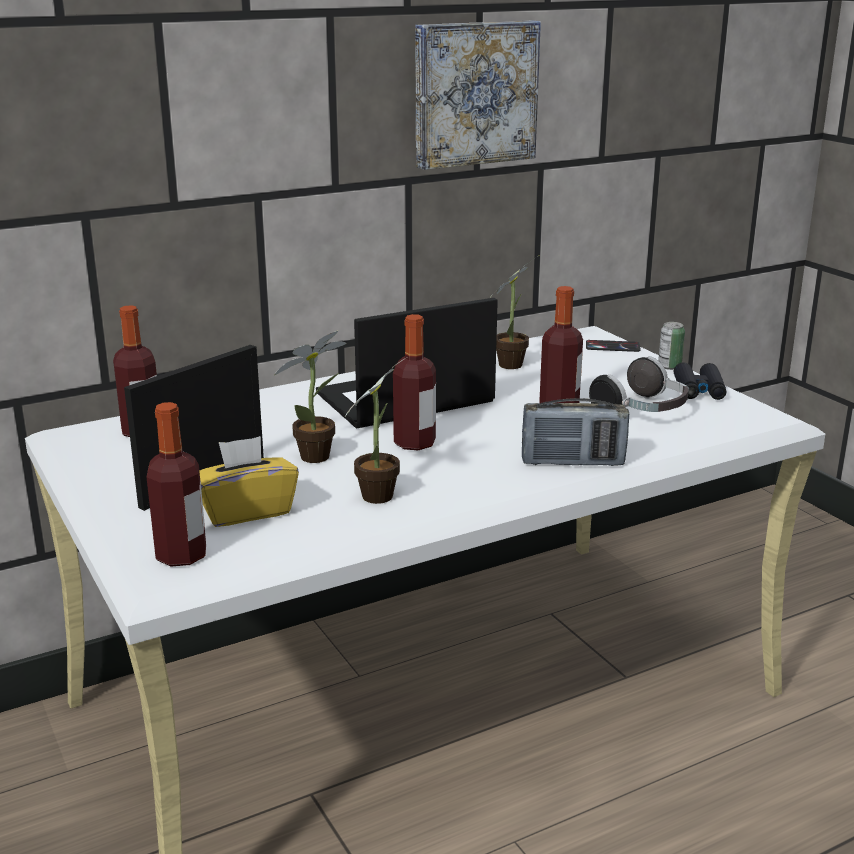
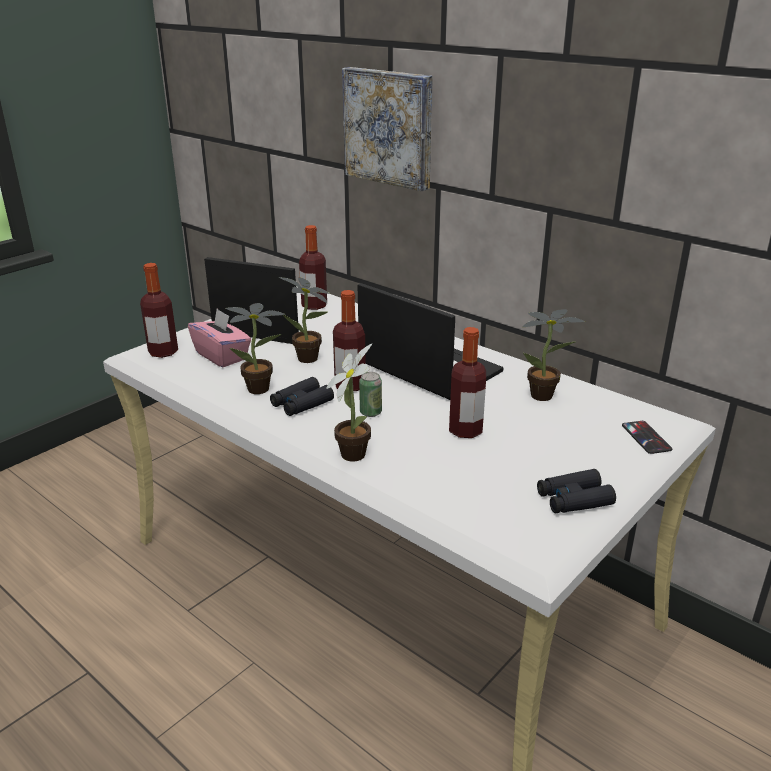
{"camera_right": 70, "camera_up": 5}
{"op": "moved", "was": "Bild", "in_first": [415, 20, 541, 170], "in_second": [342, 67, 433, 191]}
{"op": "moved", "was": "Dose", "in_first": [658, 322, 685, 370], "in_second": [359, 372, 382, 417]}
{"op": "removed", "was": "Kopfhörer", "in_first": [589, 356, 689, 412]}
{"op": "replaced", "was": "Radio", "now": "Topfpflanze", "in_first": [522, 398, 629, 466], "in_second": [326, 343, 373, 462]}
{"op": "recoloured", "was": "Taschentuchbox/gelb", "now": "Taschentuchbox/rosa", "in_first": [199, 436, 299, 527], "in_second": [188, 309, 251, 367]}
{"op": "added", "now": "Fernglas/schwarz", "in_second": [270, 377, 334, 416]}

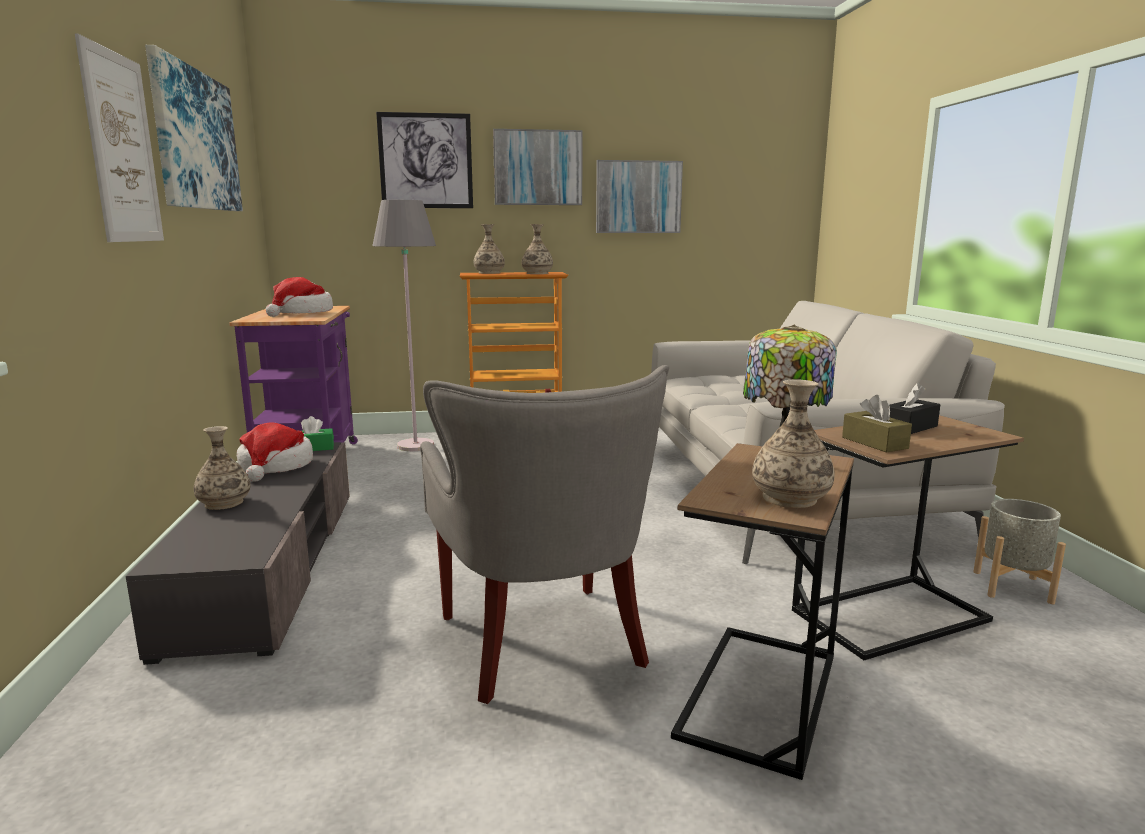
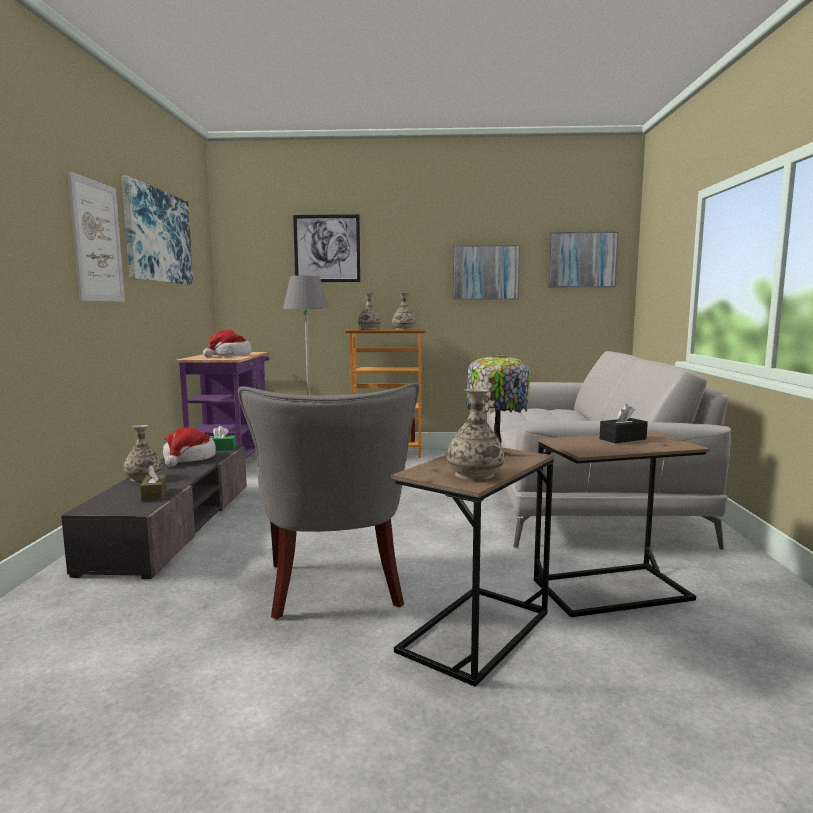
{"camera_right": 10, "camera_up": -5}
{"op": "moved", "was": "Bild", "in_first": [493, 129, 583, 205], "in_second": [548, 232, 619, 287]}
{"op": "moved", "was": "Taschentuchbox/braun", "in_first": [842, 395, 912, 452], "in_second": [140, 465, 167, 501]}
{"op": "removed", "was": "Pflanzkübel/grau", "in_first": [973, 499, 1066, 604]}

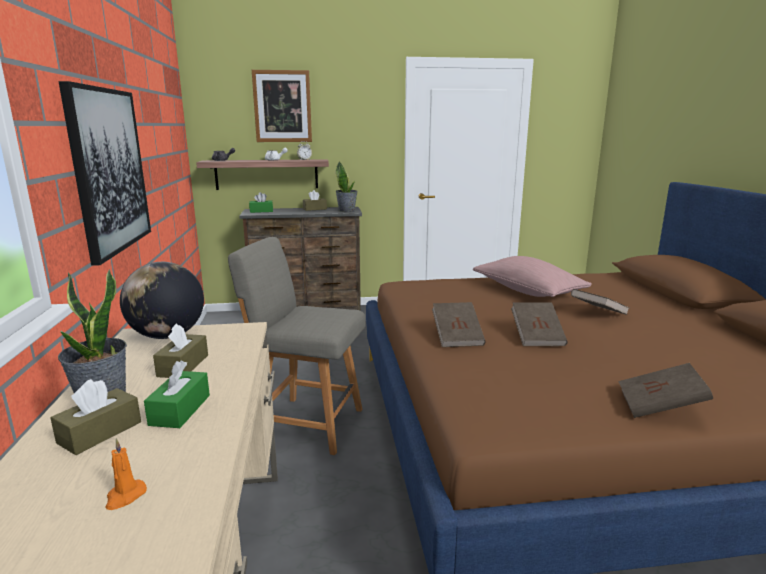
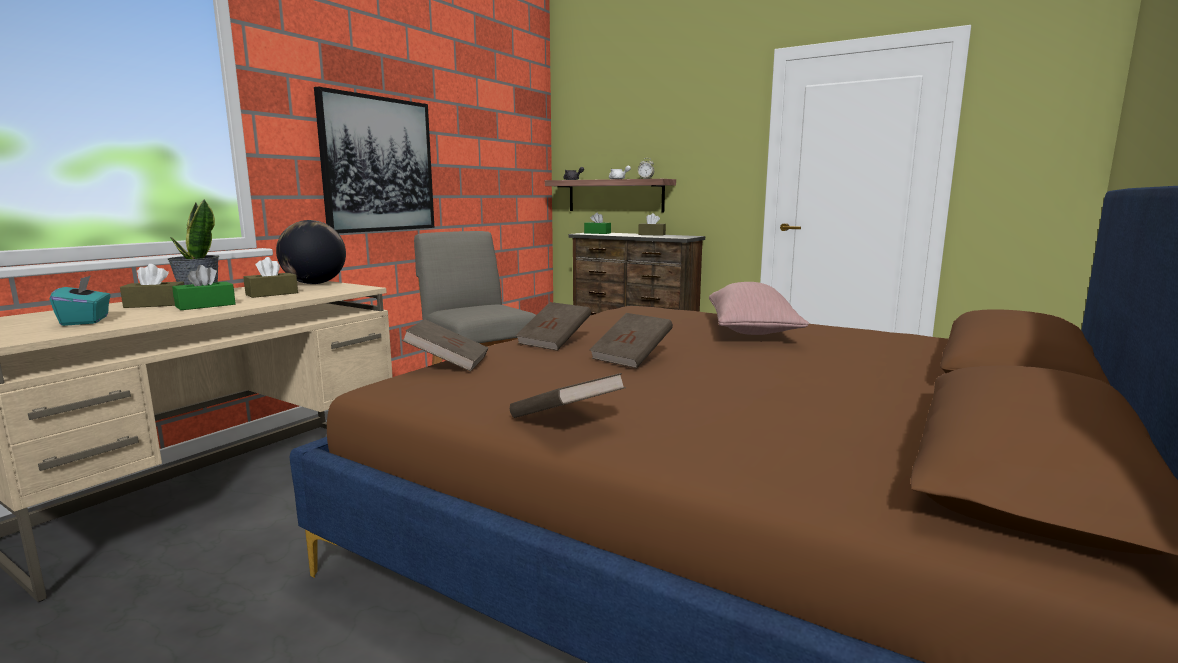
{"camera_right": 40, "camera_up": -5}
{"op": "removed", "was": "Bild", "in_first": [252, 70, 312, 142]}
{"op": "removed", "was": "Topfpflanze", "in_first": [336, 161, 358, 212]}
{"op": "moved", "was": "Buch/braun", "in_first": [571, 289, 629, 315], "in_second": [402, 319, 488, 371]}
{"op": "replaced", "was": "Kerze/orange", "now": "Taschentuchbox/türkis", "in_first": [105, 439, 147, 510], "in_second": [50, 275, 111, 326]}

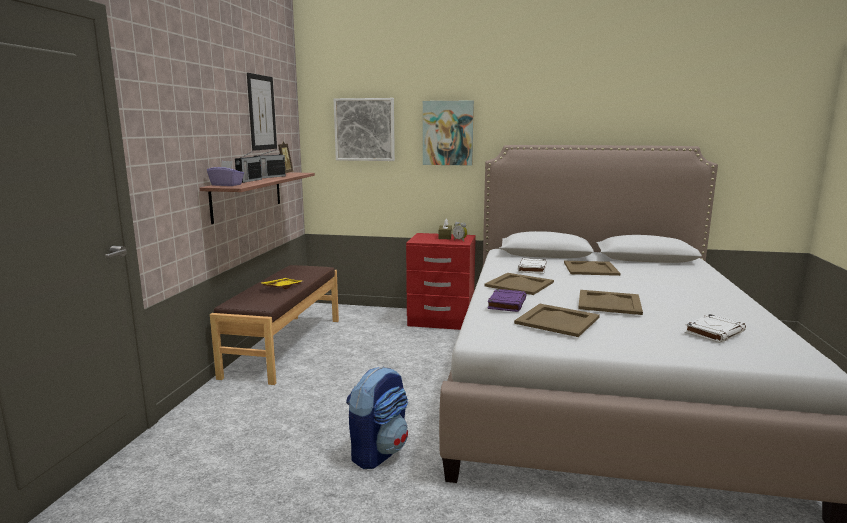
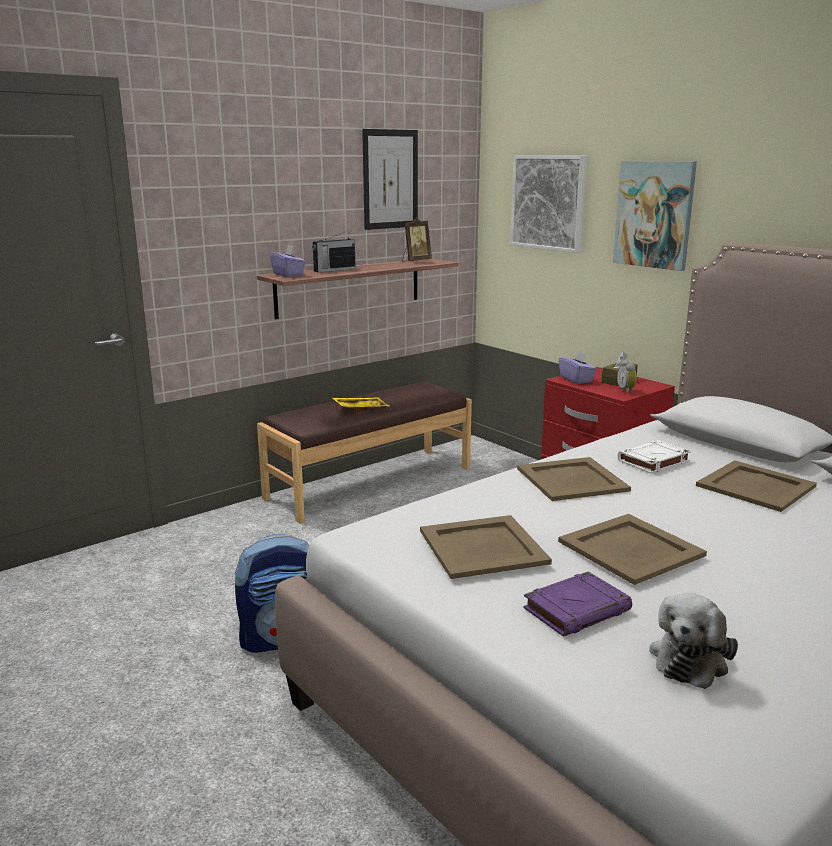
{"camera_right": 40, "camera_up": 5}
{"op": "removed", "was": "Radio", "in_first": [254, 149, 286, 178]}
{"op": "moved", "was": "Buch/lila", "in_first": [487, 289, 526, 312], "in_second": [524, 571, 632, 637]}
{"op": "replaced", "was": "Buch/weiß", "now": "Plüschtier", "in_first": [685, 314, 746, 343], "in_second": [649, 593, 738, 689]}
{"op": "added", "now": "Taschentuchbox/lila", "in_second": [559, 350, 597, 384]}

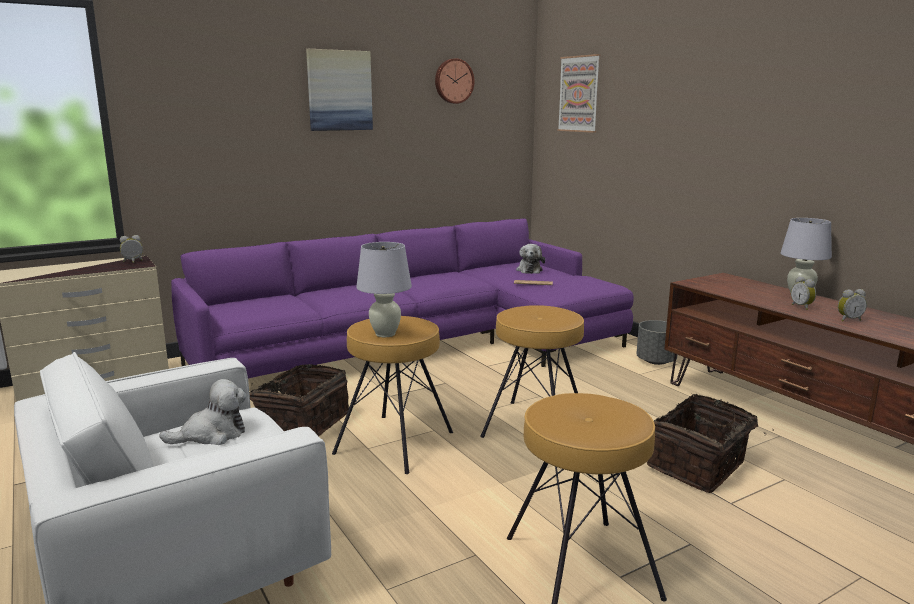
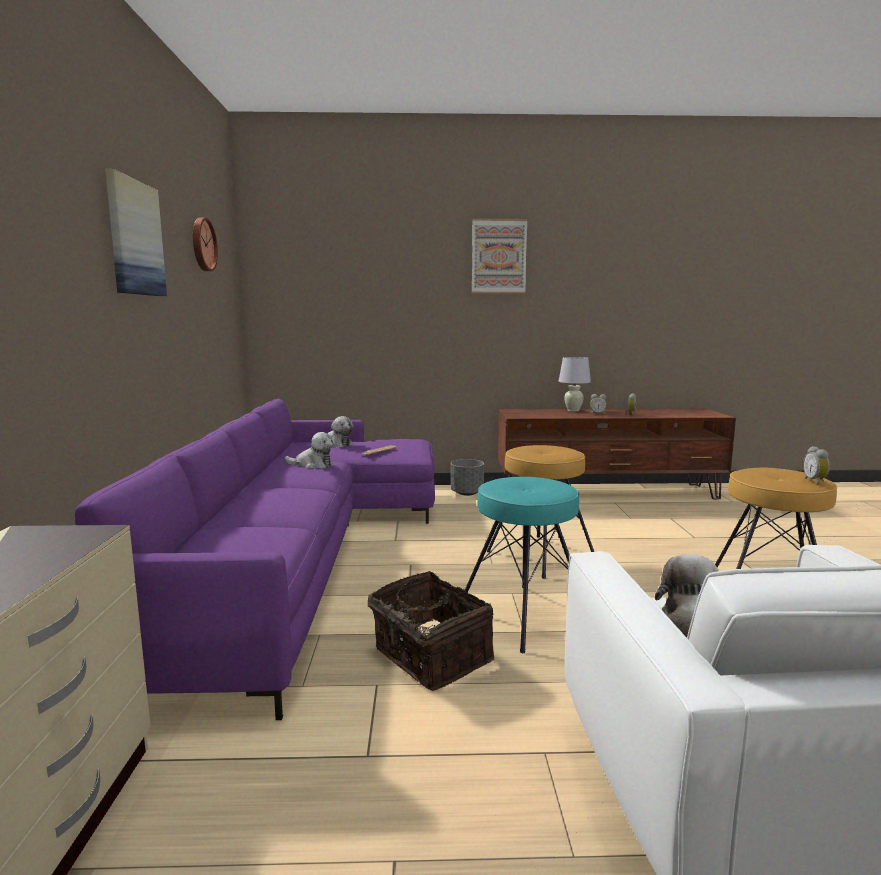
{"camera_right": -60, "camera_up": -5}
{"op": "moved", "was": "Bild", "in_first": [557, 54, 601, 133], "in_second": [472, 219, 527, 293]}
{"op": "moved", "was": "Wecker", "in_first": [120, 235, 143, 263], "in_second": [803, 446, 830, 484]}
{"op": "removed", "was": "Tischlampe/weiß", "in_first": [356, 242, 412, 337]}
{"op": "recoloured", "was": "Hocker/braun", "now": "Hocker/türkis", "in_first": [332, 316, 453, 474], "in_second": [465, 477, 579, 653]}
{"op": "removed", "was": "Korb", "in_first": [647, 394, 774, 493]}
{"op": "added", "now": "Plüschtier", "in_second": [285, 432, 333, 468]}

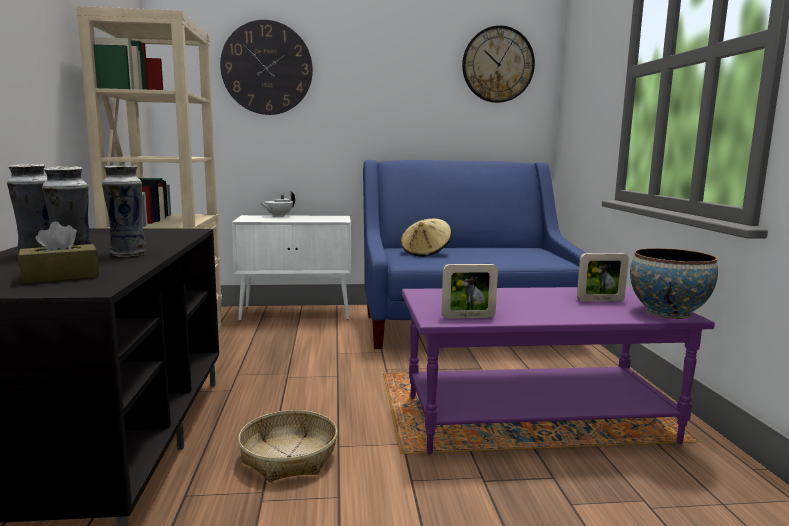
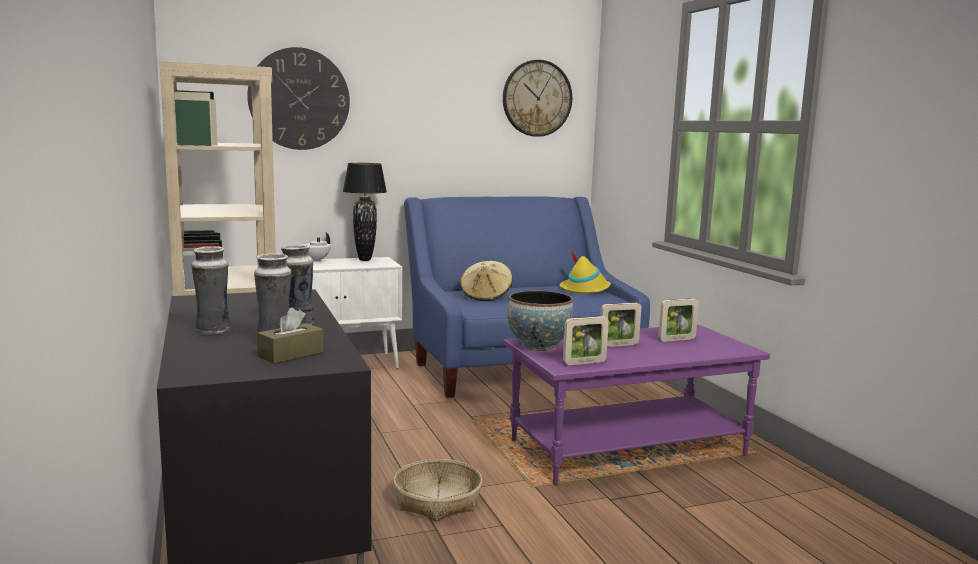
{"camera_right": -15, "camera_up": 0}
{"op": "moved", "was": "Schüssel", "in_first": [630, 248, 718, 319], "in_second": [507, 291, 574, 351]}
{"op": "added", "now": "Tischlampe/schwarz", "in_second": [343, 163, 387, 261]}
{"op": "added", "now": "Hut/gelb", "in_second": [560, 250, 611, 294]}
{"op": "added", "now": "Bilderrahmen", "in_second": [601, 302, 641, 347]}

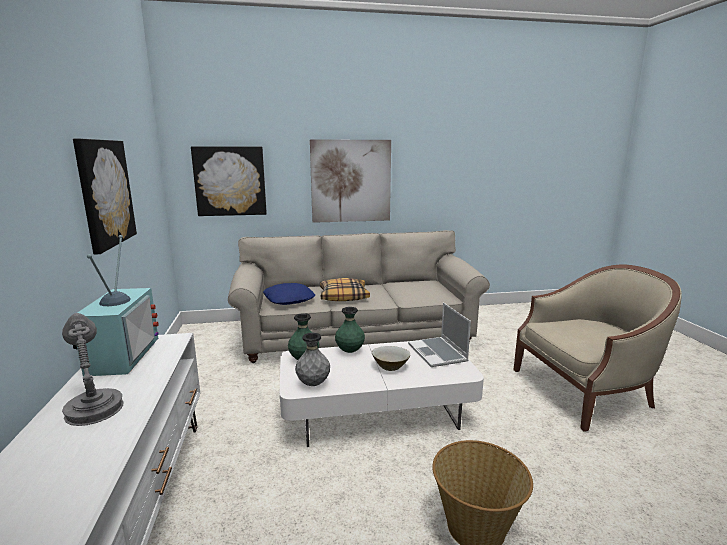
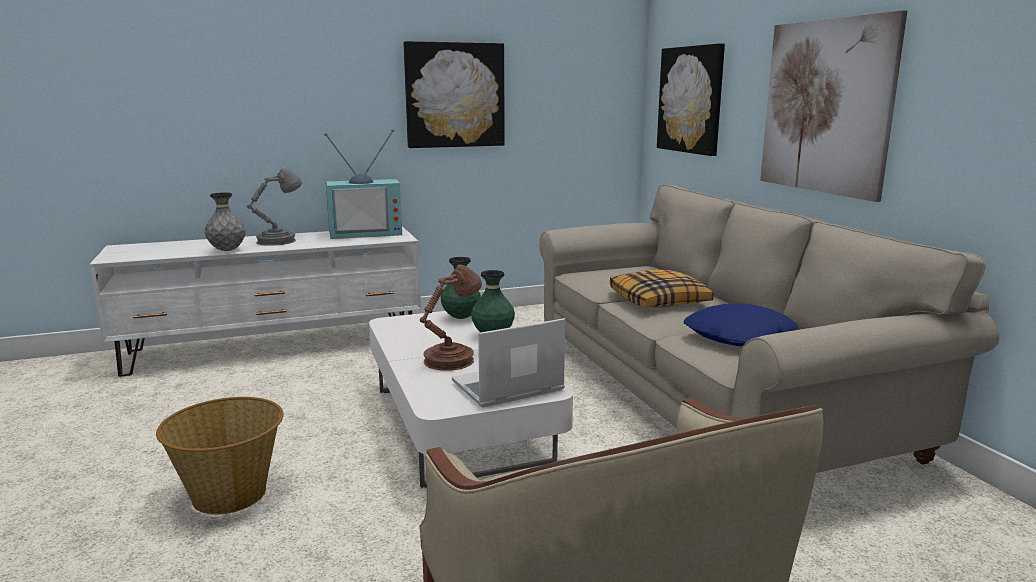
{"camera_right": 80, "camera_up": 0}
{"op": "moved", "was": "Kissen/blau", "in_first": [263, 283, 315, 305], "in_second": [684, 303, 798, 346]}
{"op": "moved", "was": "Vase/grau", "in_first": [295, 333, 330, 386], "in_second": [205, 192, 246, 251]}
{"op": "replaced", "was": "Schüssel/beige", "now": "Tischlampe/braun", "in_first": [372, 346, 410, 371], "in_second": [420, 264, 482, 371]}

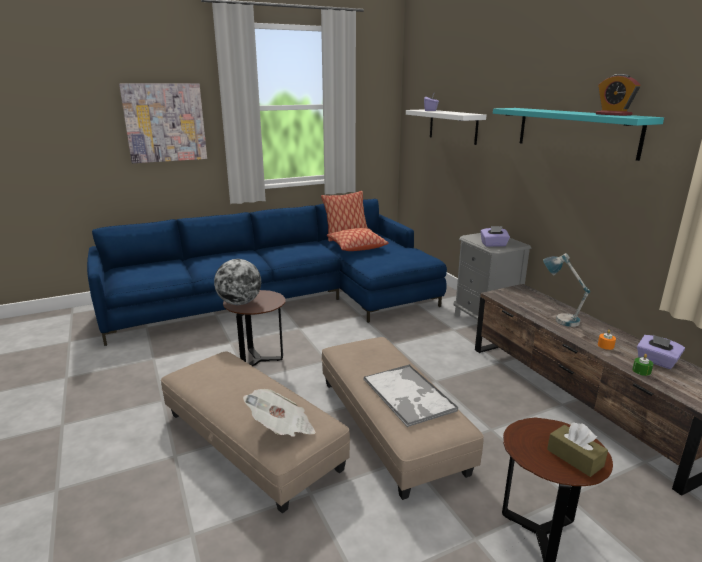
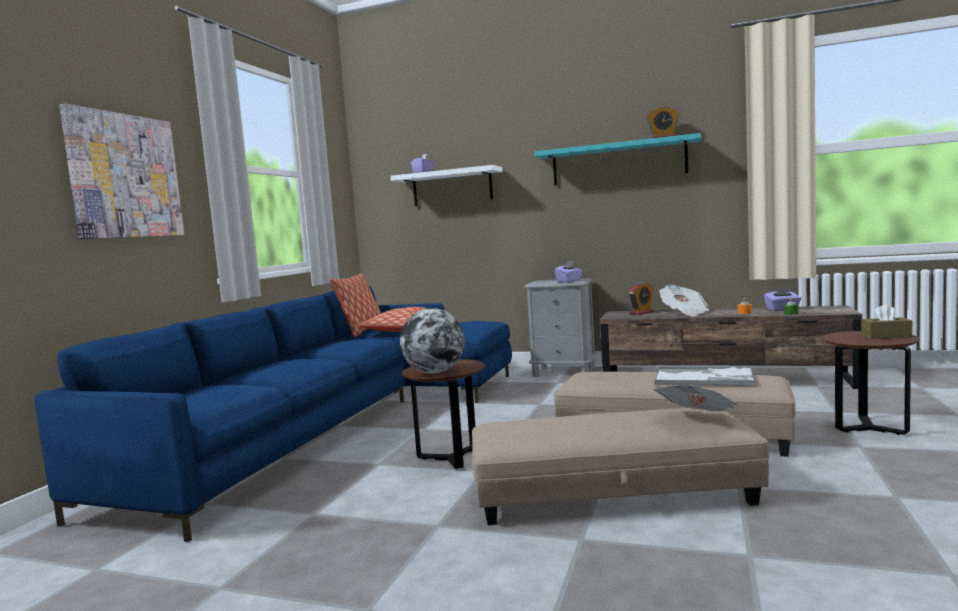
{"camera_right": -45, "camera_up": -15}
{"op": "replaced", "was": "Tischlampe", "now": "Zeitung", "in_first": [543, 253, 590, 327], "in_second": [659, 285, 710, 316]}
{"op": "added", "now": "Wecker", "in_second": [628, 282, 655, 315]}

